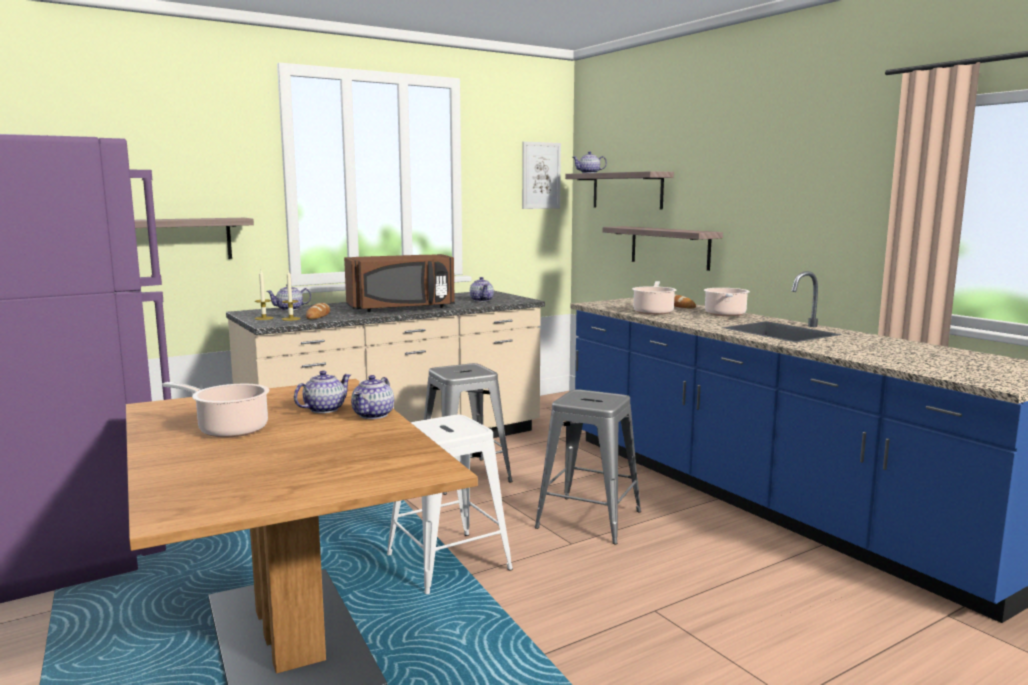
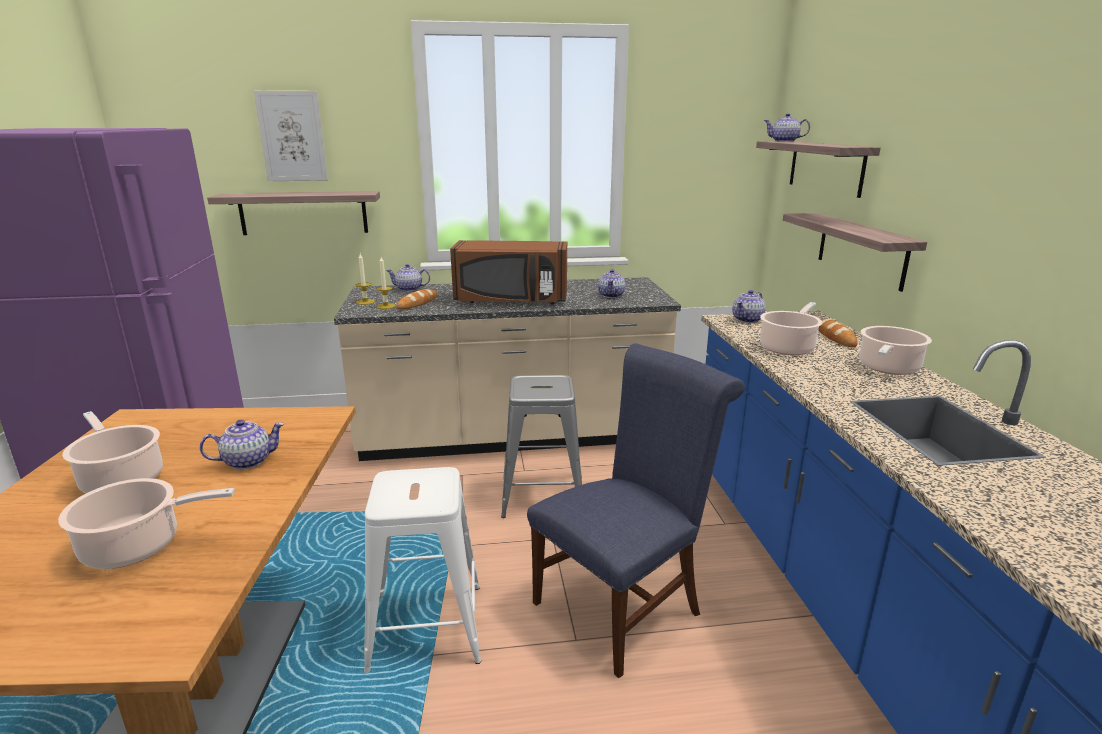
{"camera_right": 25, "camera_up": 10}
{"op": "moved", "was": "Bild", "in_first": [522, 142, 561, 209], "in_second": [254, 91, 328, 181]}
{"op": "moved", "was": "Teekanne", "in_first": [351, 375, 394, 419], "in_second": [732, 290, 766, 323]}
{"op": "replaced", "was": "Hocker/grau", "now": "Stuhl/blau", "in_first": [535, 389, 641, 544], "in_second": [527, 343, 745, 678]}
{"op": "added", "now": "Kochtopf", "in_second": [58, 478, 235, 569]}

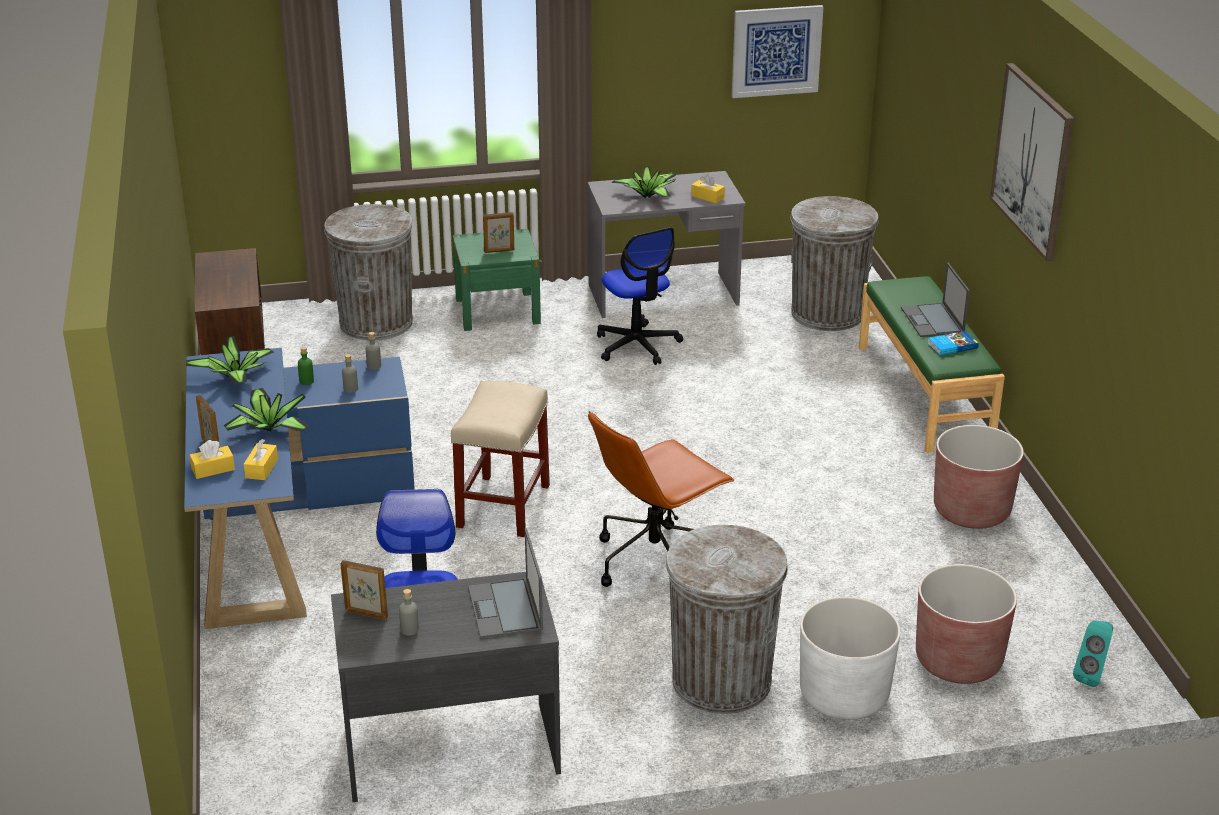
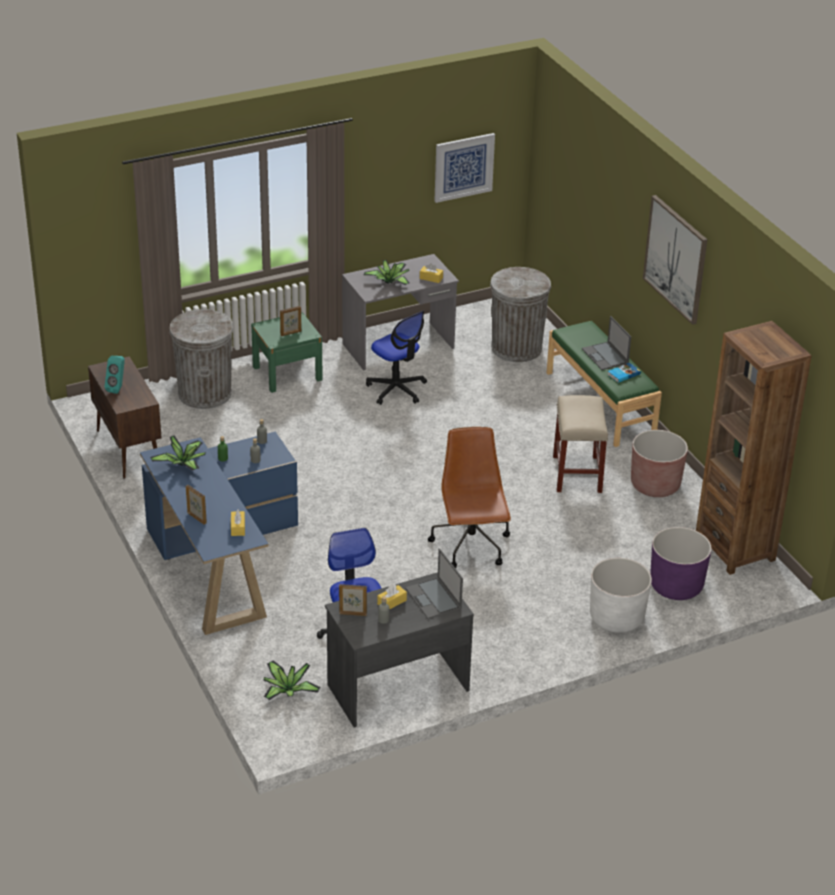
{"camera_right": -15, "camera_up": 5}
{"op": "moved", "was": "Hocker/beige", "in_first": [451, 381, 550, 537], "in_second": [553, 395, 608, 493]}
{"op": "moved", "was": "Topfpflanze", "in_first": [223, 388, 310, 432], "in_second": [264, 660, 321, 700]}
{"op": "turned", "was": "Bürostuhl/braun", "in_first": [588, 411, 734, 587], "in_second": [428, 427, 511, 568], "clockwise": 135}
{"op": "moved", "was": "Taschentuchbox/gelb", "in_first": [189, 440, 235, 479], "in_second": [377, 584, 407, 610]}
{"op": "removed", "was": "Mülleimer/grau", "in_first": [666, 525, 788, 714]}
{"op": "recoloured", "was": "Pflanzkübel/braun", "now": "Pflanzkübel/lila", "in_first": [916, 564, 1017, 684], "in_second": [650, 527, 712, 600]}
{"op": "moved", "was": "Lautsprecher/türkis", "in_first": [1073, 620, 1113, 687], "in_second": [105, 356, 125, 394]}
{"op": "added", "now": "Bücherregal/braun", "in_second": [696, 321, 812, 575]}

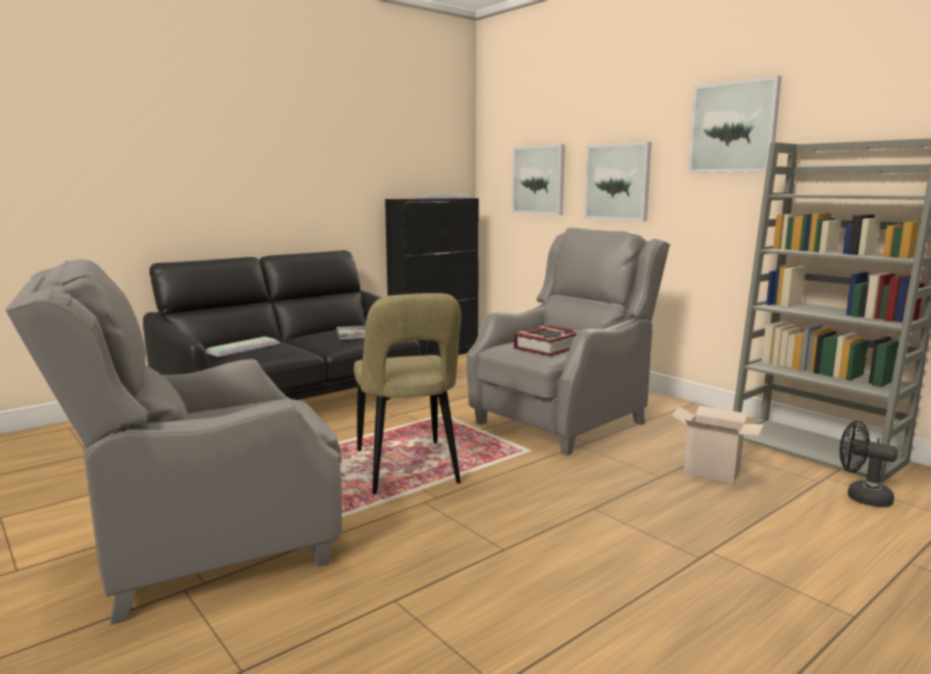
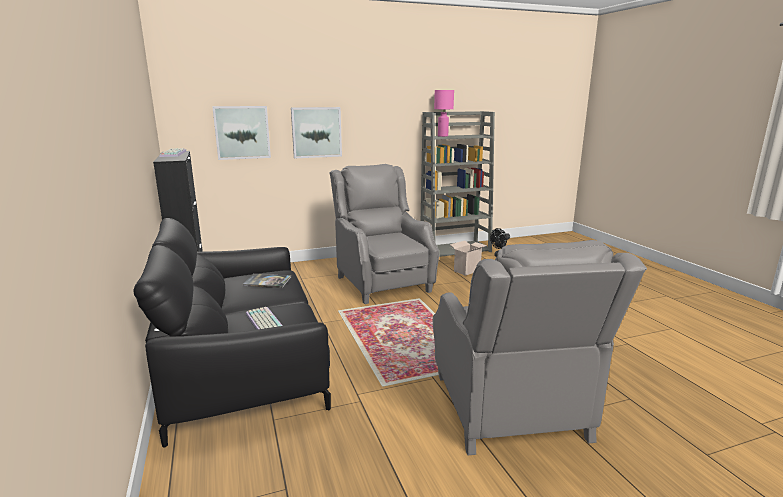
{"camera_right": -70, "camera_up": 5}
{"op": "removed", "was": "Bild", "in_first": [688, 75, 782, 173]}
{"op": "removed", "was": "Stuhl/beige", "in_first": [354, 293, 461, 494]}
{"op": "removed", "was": "Buch", "in_first": [514, 325, 580, 356]}
{"op": "added", "now": "Tischlampe/rosa", "in_second": [434, 90, 454, 137]}

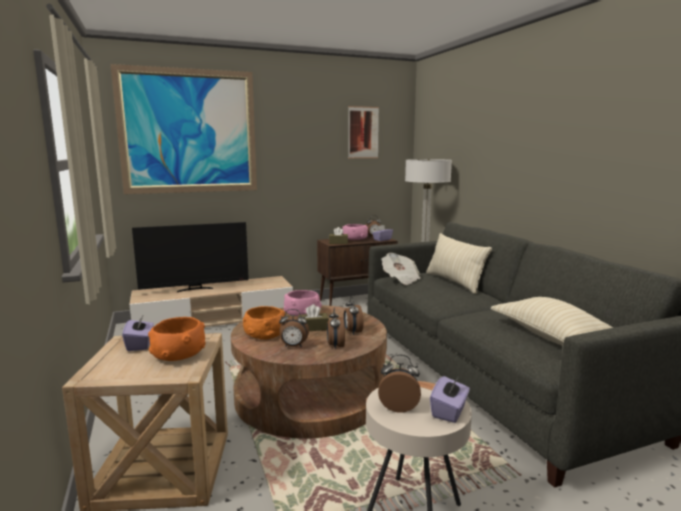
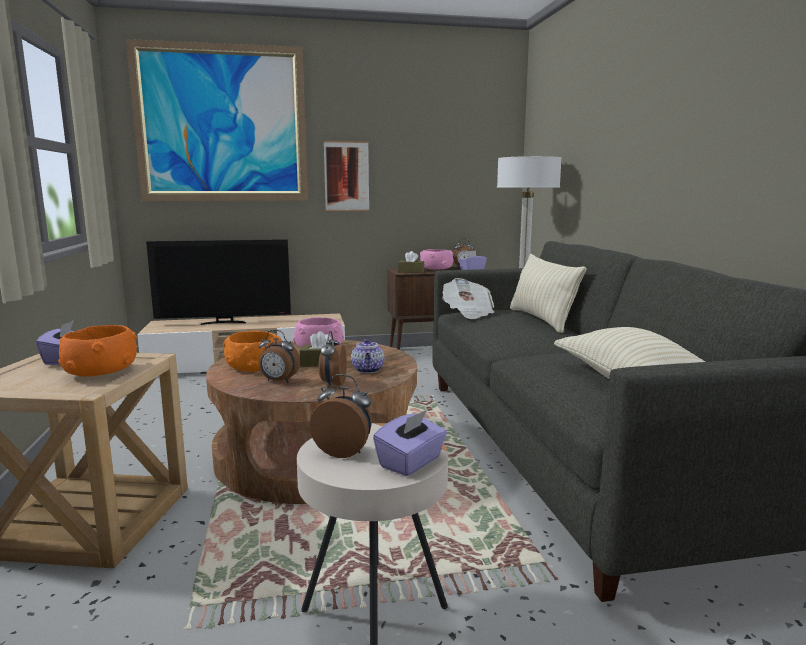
{"camera_right": 10, "camera_up": 0}
{"op": "moved", "was": "Bild", "in_first": [348, 106, 379, 158], "in_second": [324, 141, 369, 211]}
{"op": "replaced", "was": "Wecker", "now": "Teekanne", "in_first": [344, 296, 363, 335], "in_second": [351, 339, 384, 373]}

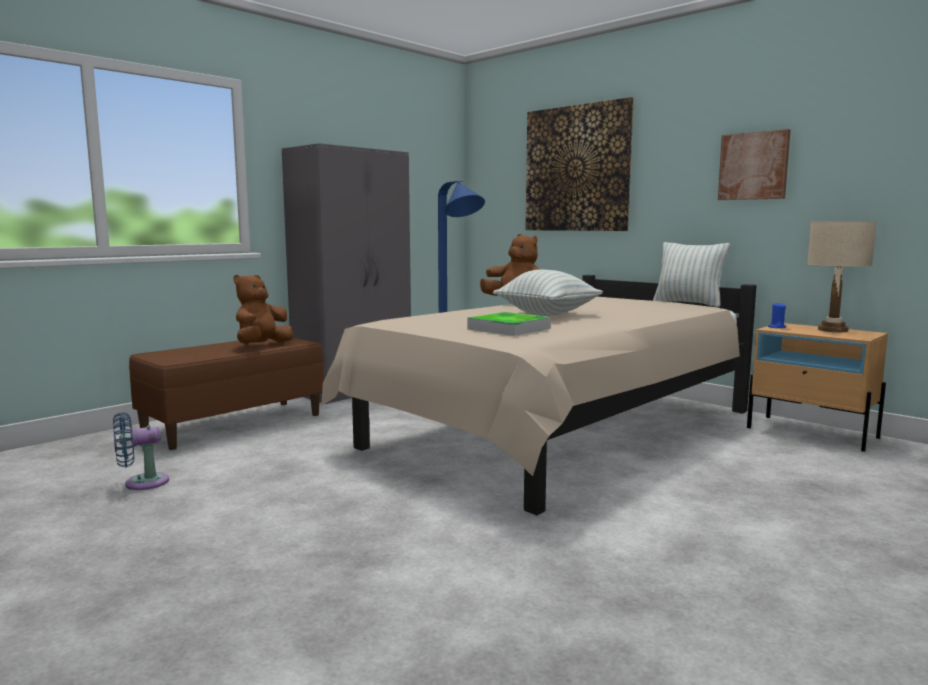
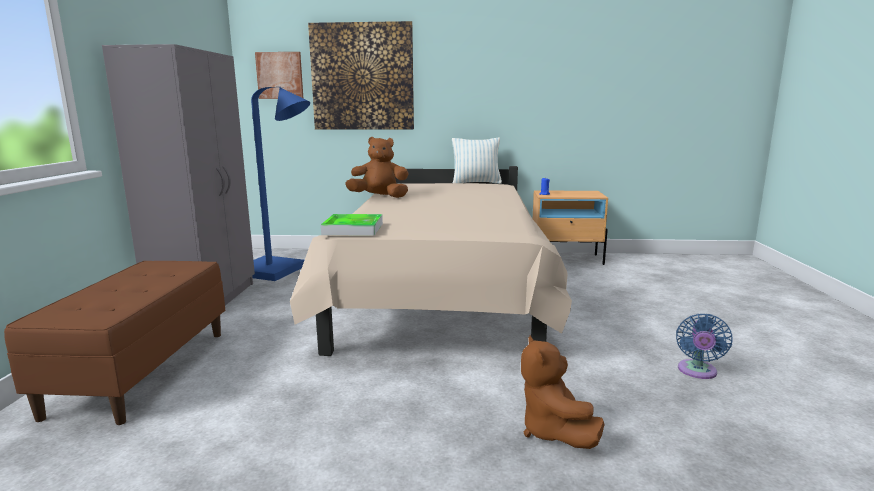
{"camera_right": -40, "camera_up": 5}
{"op": "moved", "was": "Bild", "in_first": [718, 129, 791, 200], "in_second": [255, 52, 303, 99]}
{"op": "removed", "was": "Tischlampe/beige", "in_first": [807, 221, 877, 332]}
{"op": "removed", "was": "Kissen", "in_first": [493, 270, 603, 316]}
{"op": "moved", "was": "Plüschtier/braun", "in_first": [234, 275, 293, 344], "in_second": [521, 335, 605, 449]}
{"op": "moved", "was": "Tablett", "in_first": [467, 312, 551, 336], "in_second": [321, 214, 383, 236]}
{"op": "moved", "was": "Ventilator/blau", "in_first": [113, 412, 169, 490], "in_second": [676, 314, 733, 379]}

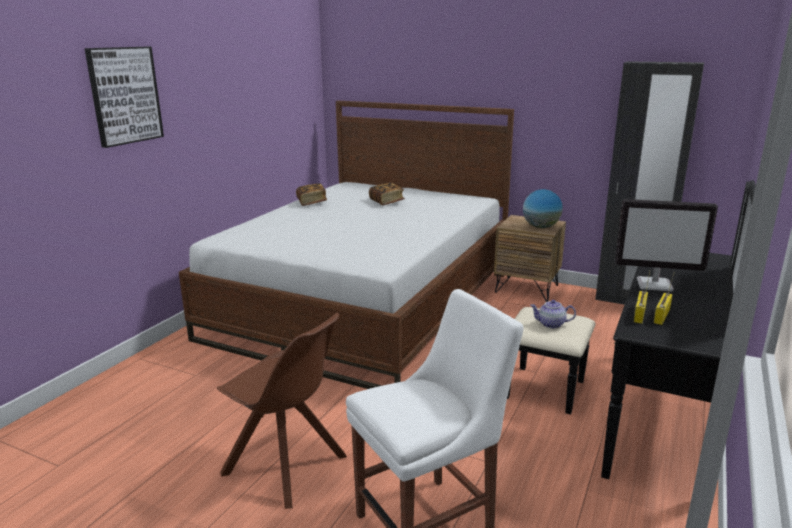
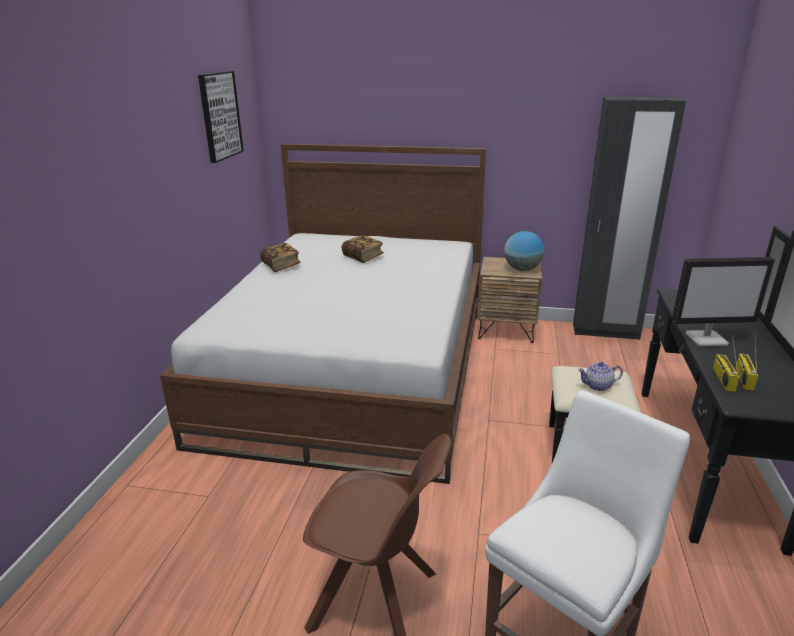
{"camera_right": -15, "camera_up": 5}
{"op": "moved", "was": "Bild", "in_first": [85, 47, 164, 148], "in_second": [198, 71, 244, 163]}

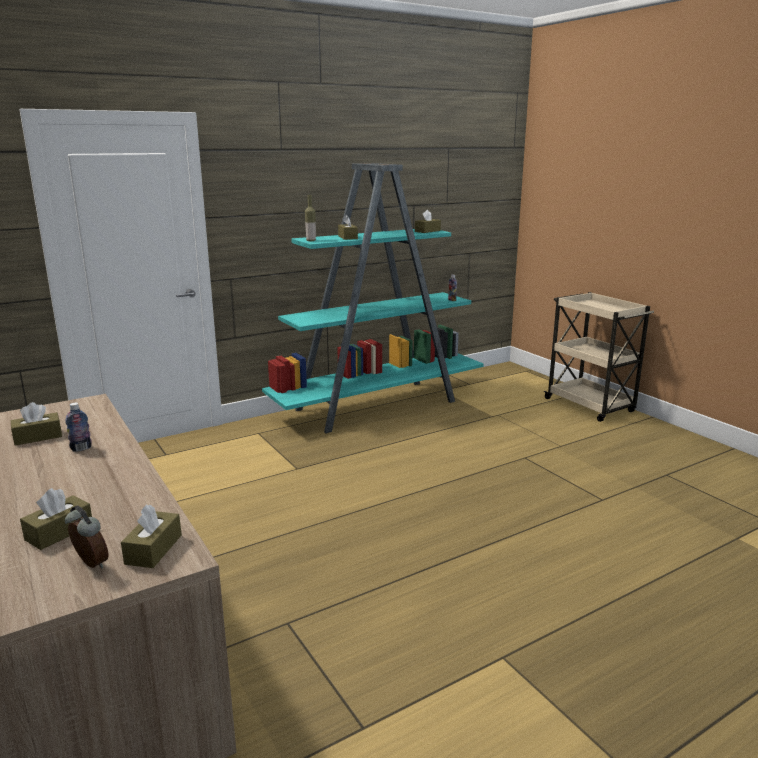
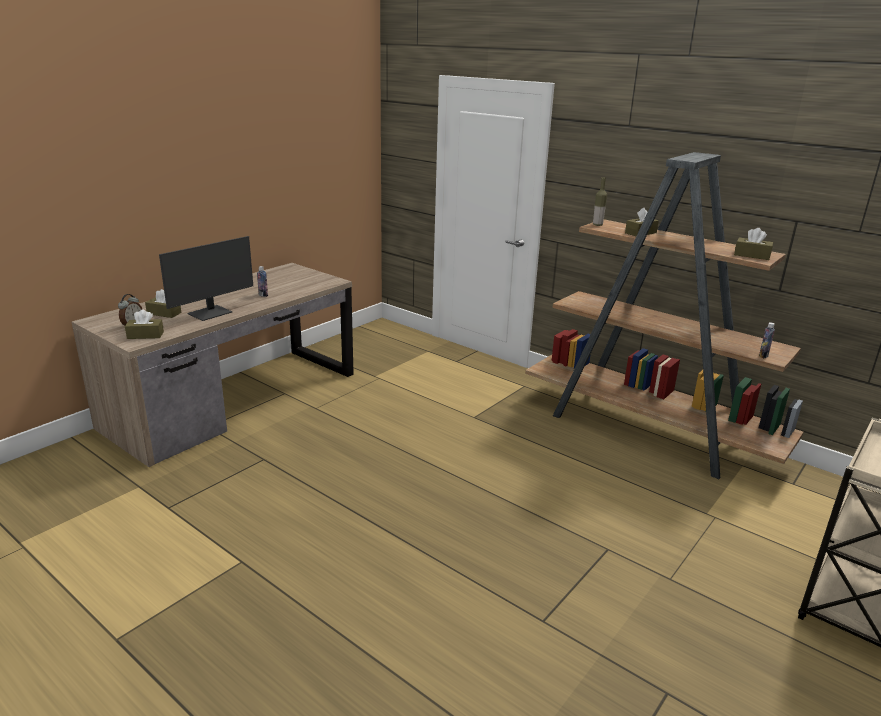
{"camera_right": 70, "camera_up": 5}
{"op": "recoloured", "was": "Bücherregal/türkis", "now": "Bücherregal/braun", "in_first": [262, 163, 484, 433], "in_second": [525, 152, 803, 479]}
{"op": "removed", "was": "Taschentuchbox/braun", "in_first": [11, 402, 62, 446]}
{"op": "added", "now": "Monitor", "in_second": [159, 236, 253, 321]}

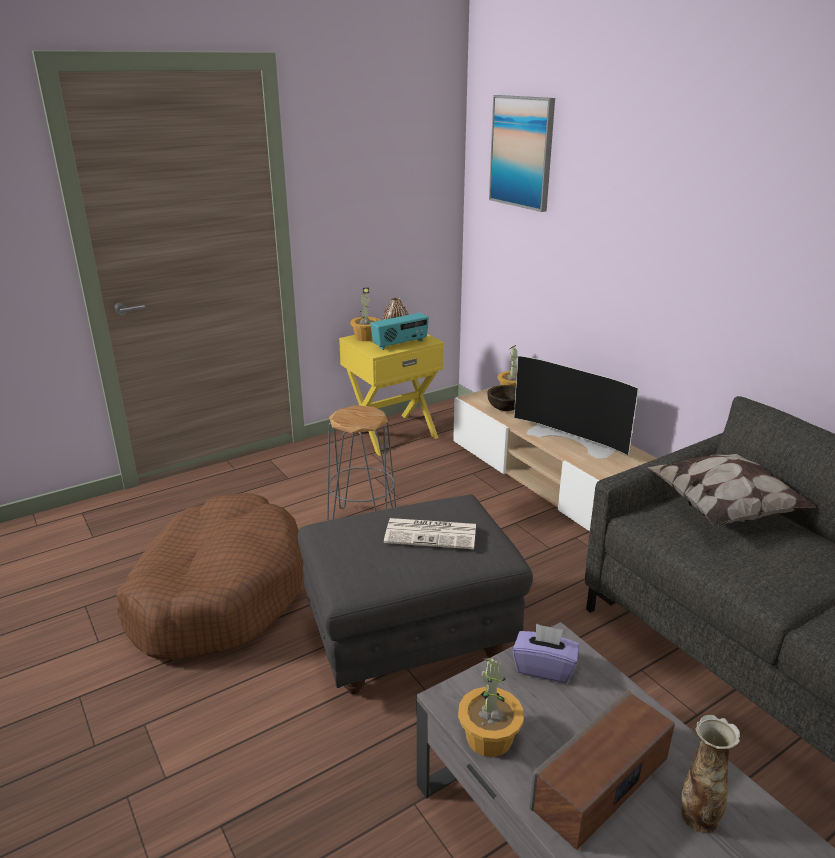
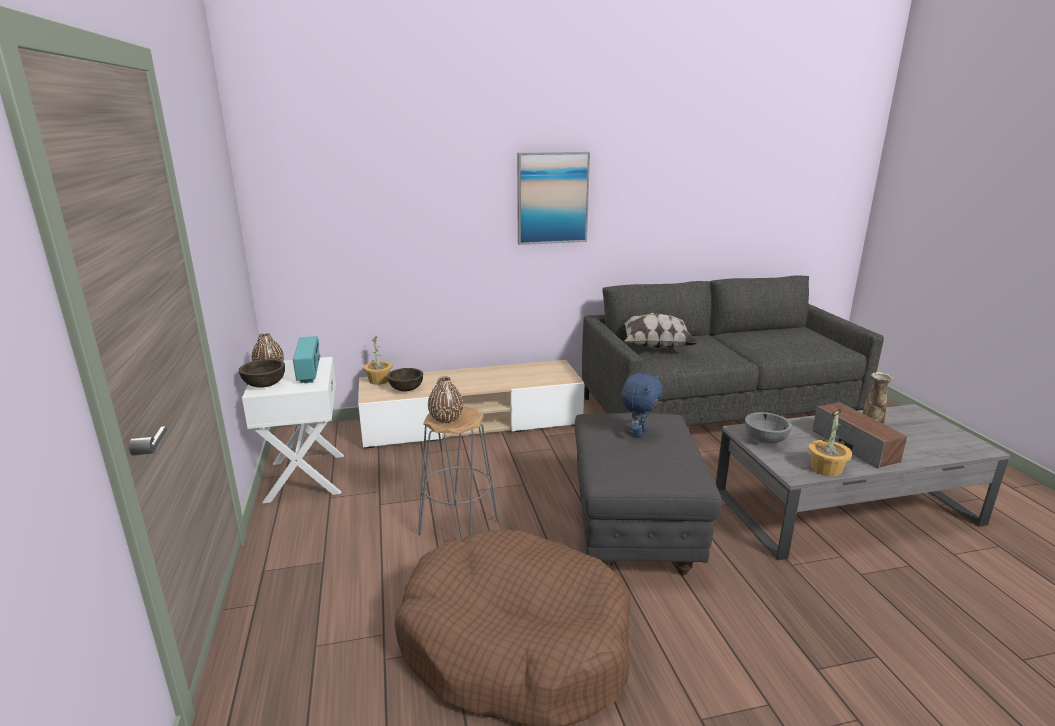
{"camera_right": -70, "camera_up": -5}
{"op": "moved", "was": "Bild", "in_first": [489, 95, 555, 212], "in_second": [517, 152, 590, 245]}
{"op": "replaced", "was": "Topfpflanze", "now": "Schüssel/braun", "in_first": [350, 288, 380, 341], "in_second": [239, 359, 285, 388]}
{"op": "recoloured", "was": "Nachttisch/gelb", "now": "Nachttisch/weiß", "in_first": [339, 334, 444, 456], "in_second": [242, 357, 344, 503]}
{"op": "removed", "was": "Fernseher", "in_first": [514, 355, 639, 459]}
{"op": "replaced", "was": "Zeitung", "now": "Plüschtier/blau", "in_first": [384, 518, 476, 549], "in_second": [621, 373, 663, 438]}
{"op": "replaced", "was": "Taschentuchbox/lila", "now": "Schüssel/grau", "in_first": [513, 623, 579, 683], "in_second": [745, 412, 792, 444]}
{"op": "added", "now": "Vase/braun", "in_second": [428, 376, 463, 423]}

